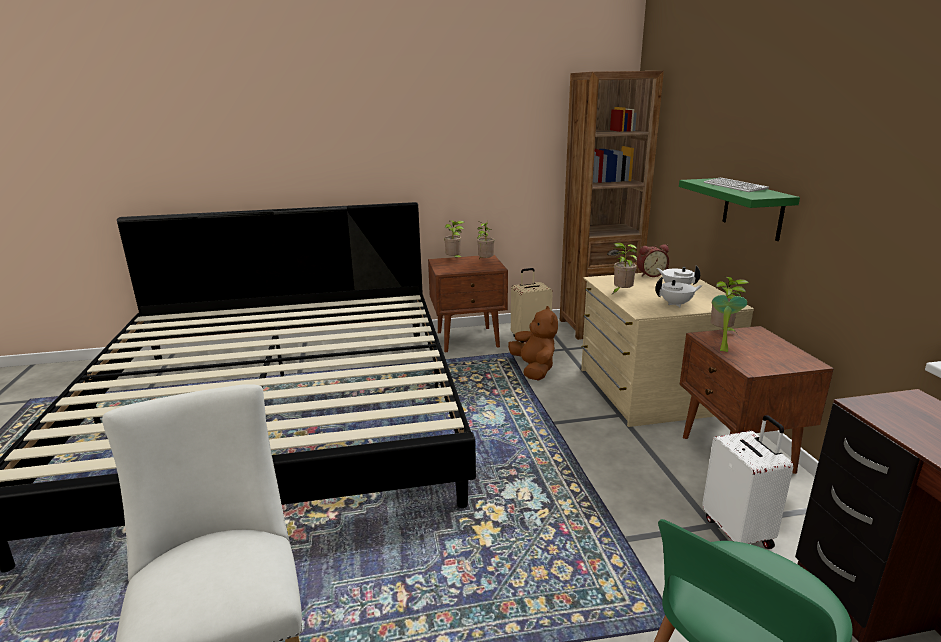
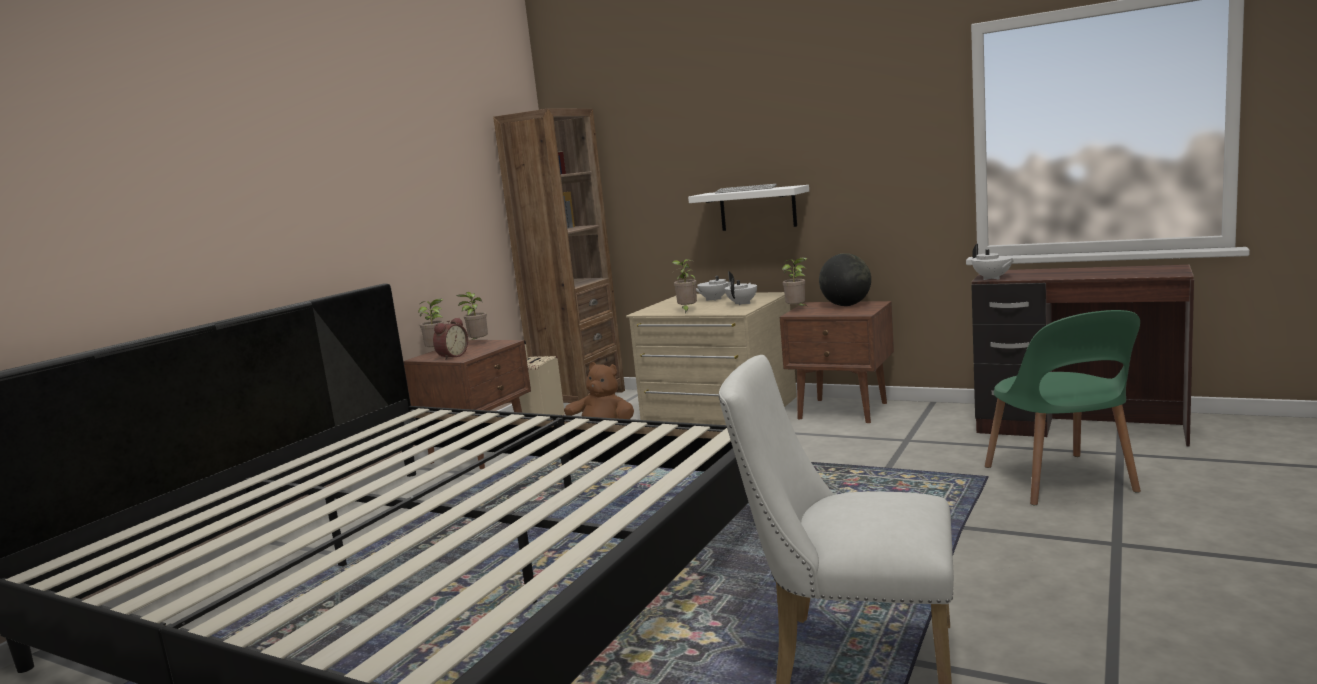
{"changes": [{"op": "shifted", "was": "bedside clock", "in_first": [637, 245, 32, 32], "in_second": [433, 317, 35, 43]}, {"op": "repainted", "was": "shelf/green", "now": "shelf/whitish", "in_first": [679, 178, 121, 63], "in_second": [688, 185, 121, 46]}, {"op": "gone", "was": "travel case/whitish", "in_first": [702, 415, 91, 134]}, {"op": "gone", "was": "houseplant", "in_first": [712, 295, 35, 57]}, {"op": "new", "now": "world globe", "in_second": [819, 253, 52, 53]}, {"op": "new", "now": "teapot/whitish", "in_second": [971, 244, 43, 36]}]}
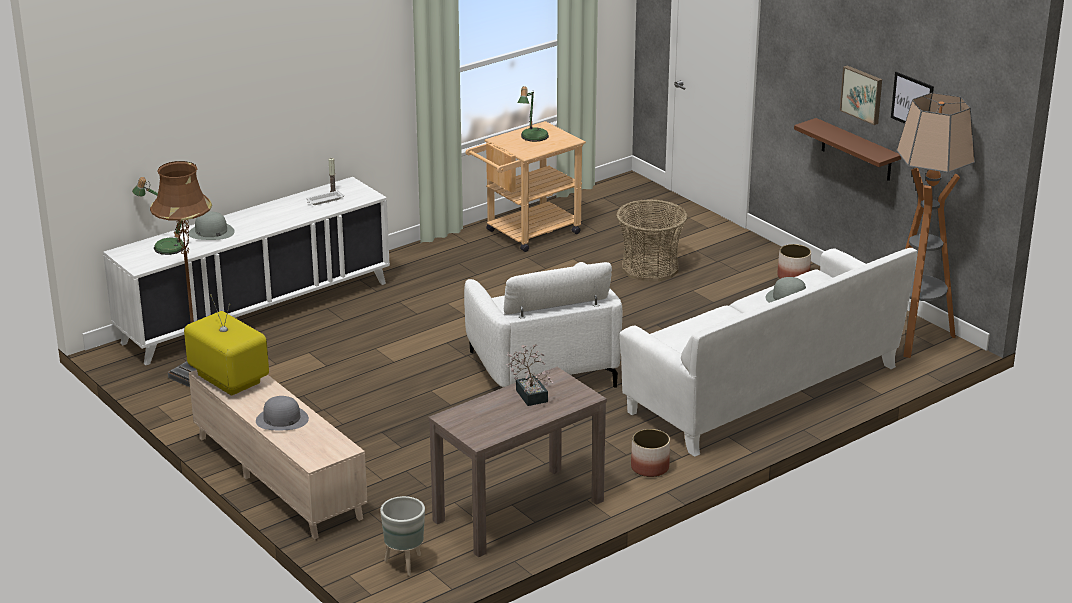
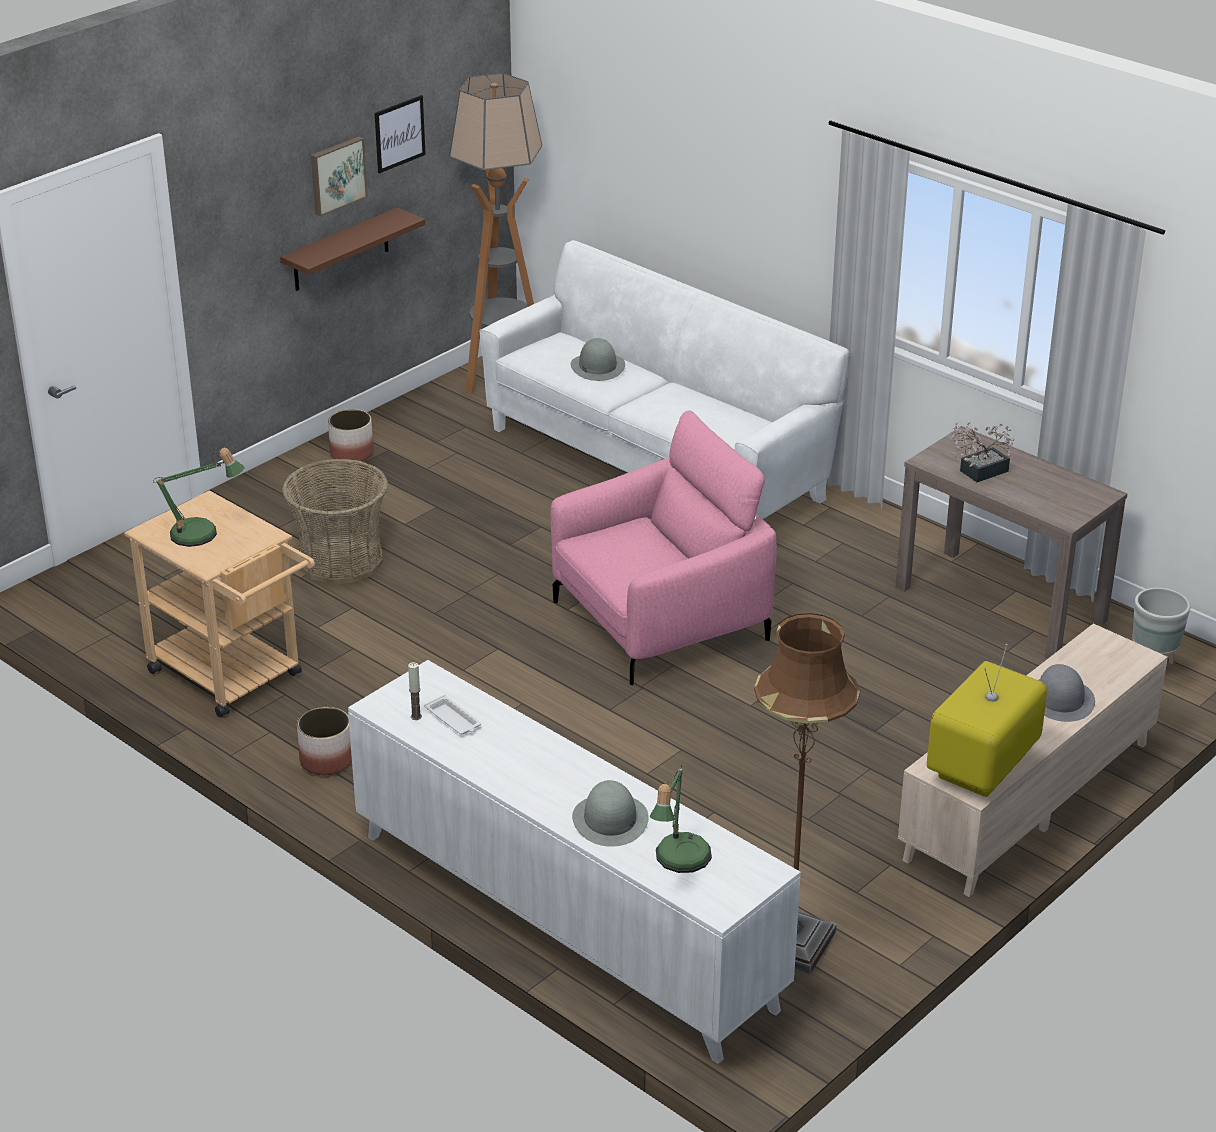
{"changes": [{"op": "repainted", "was": "easy chair/whitish", "now": "easy chair/pinkish", "in_first": [464, 262, 158, 126], "in_second": [550, 410, 227, 275]}, {"op": "shifted", "was": "flower pot", "in_first": [631, 429, 39, 48], "in_second": [297, 707, 55, 68]}]}
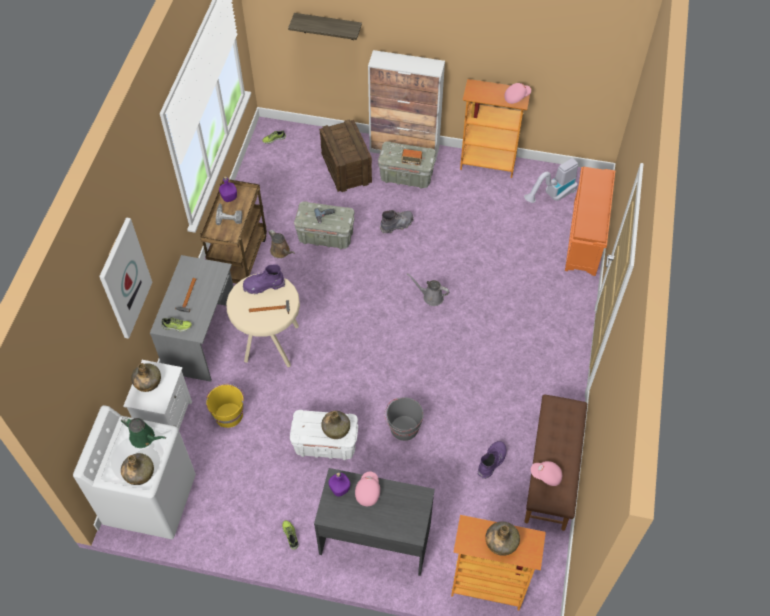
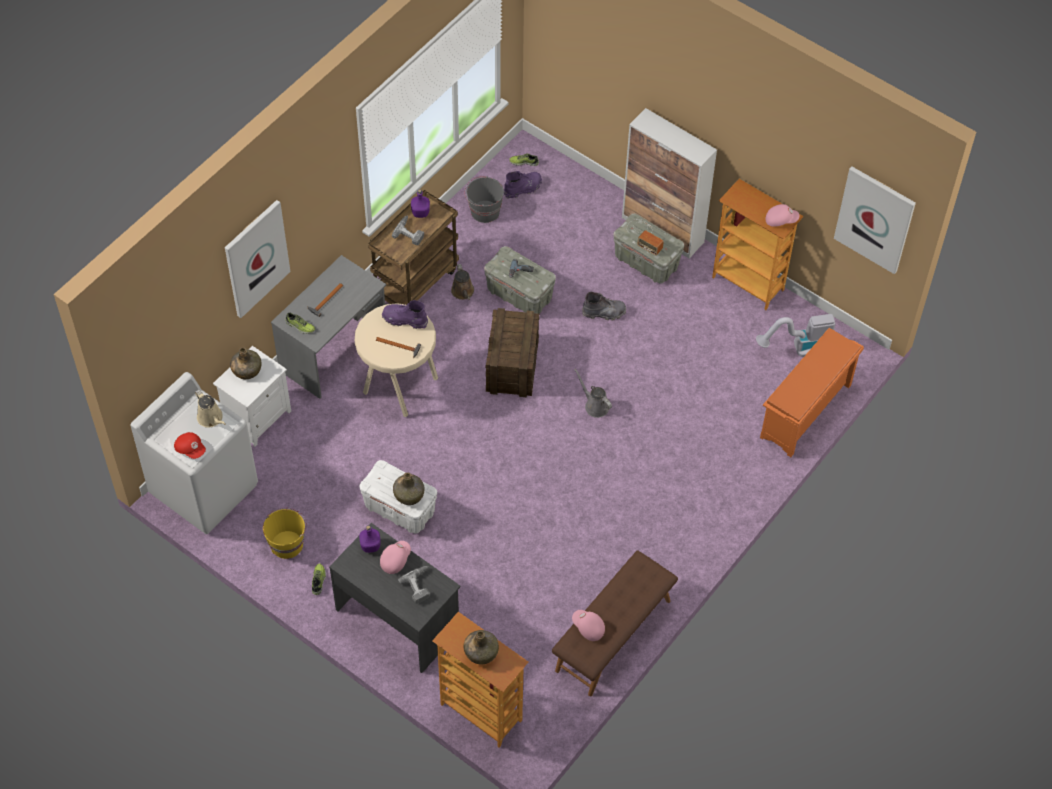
{"changes": [{"op": "repainted", "was": "sprinkling can/green", "now": "sprinkling can/sand-coloured", "in_first": [121, 417, 45, 31], "in_second": [195, 390, 31, 37]}, {"op": "swapped", "was": "drink bottle/green", "now": "cap/reddish", "in_first": [121, 453, 33, 32], "in_second": [174, 432, 32, 27]}, {"op": "shifted", "was": "bucket/yellow", "in_first": [206, 384, 38, 44], "in_second": [263, 508, 44, 51]}, {"op": "gone", "was": "shelf", "in_first": [288, 13, 74, 27]}, {"op": "shifted", "was": "shipping crate", "in_first": [319, 119, 53, 73], "in_second": [486, 308, 53, 89]}, {"op": "shifted", "was": "bucket/greyish", "in_first": [385, 397, 39, 44], "in_second": [465, 176, 39, 47]}, {"op": "shifted", "was": "boot/purple", "in_first": [477, 441, 30, 38], "in_second": [504, 171, 38, 28]}, {"op": "new", "now": "electric drill", "in_second": [398, 566, 32, 38]}, {"op": "new", "now": "picture", "in_second": [834, 167, 82, 107]}]}
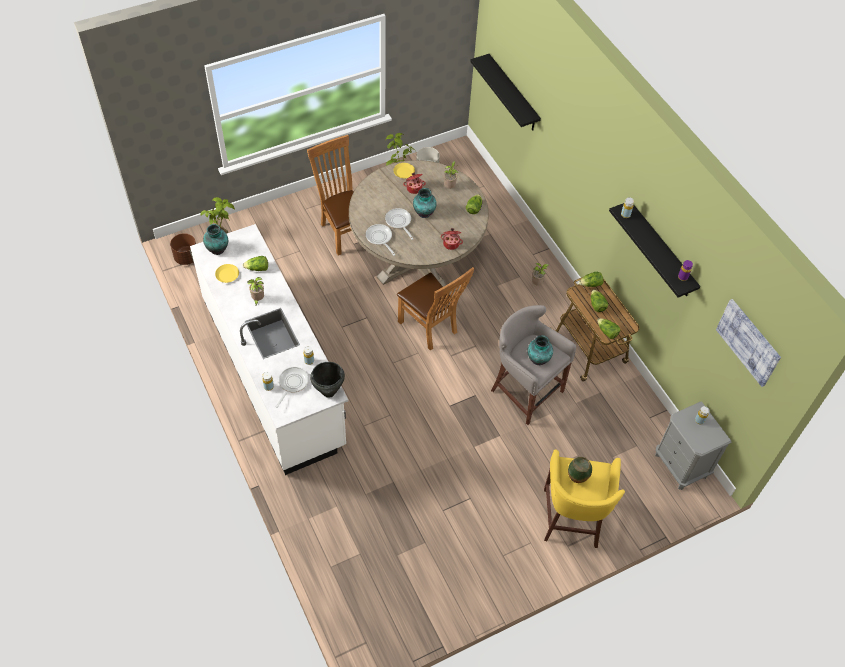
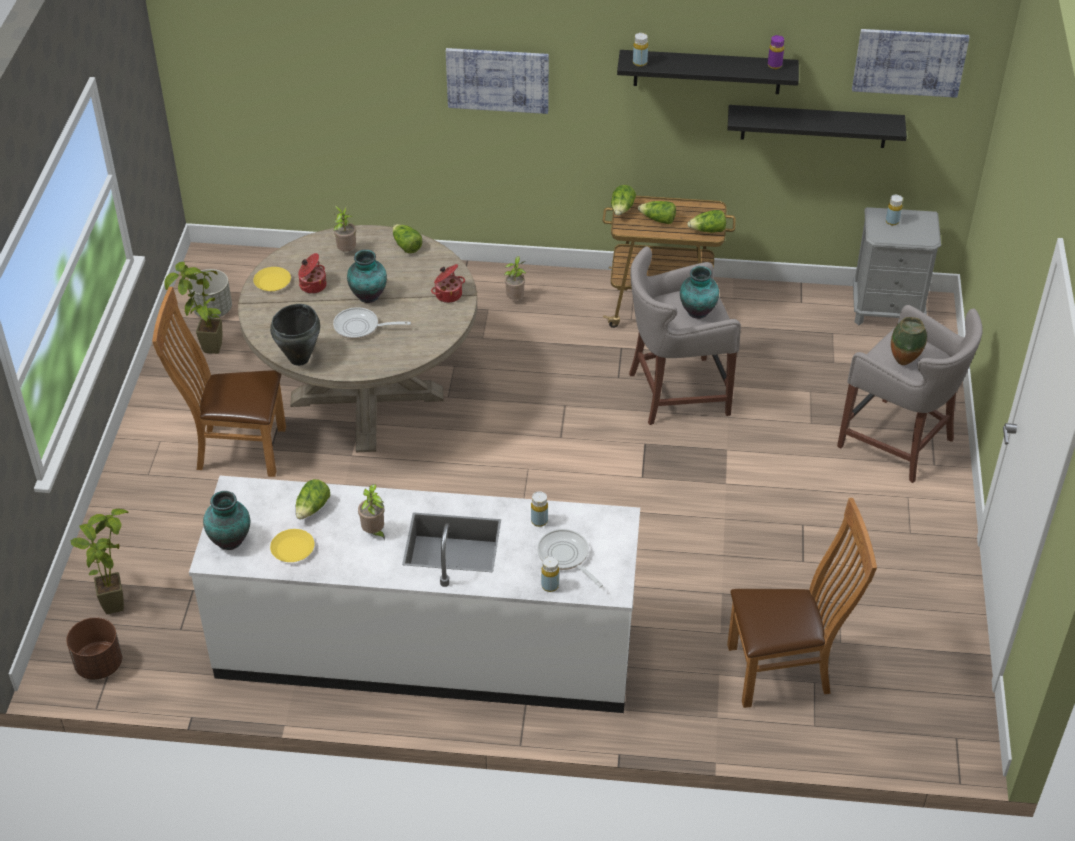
{"changes": [{"op": "shifted", "was": "saucepot/blackish", "in_first": [310, 362, 35, 36], "in_second": [270, 304, 50, 62]}, {"op": "gone", "was": "skillet", "in_first": [366, 224, 29, 32]}, {"op": "shifted", "was": "chair/brown-coloured", "in_first": [397, 267, 78, 83], "in_second": [727, 498, 150, 210]}, {"op": "shifted", "was": "shelf/blackish", "in_first": [470, 54, 71, 77], "in_second": [727, 105, 180, 43]}, {"op": "repainted", "was": "stool/yellow", "now": "stool/greyish", "in_first": [544, 449, 81, 99], "in_second": [837, 305, 146, 178]}, {"op": "new", "now": "picture", "in_second": [446, 48, 103, 66]}]}
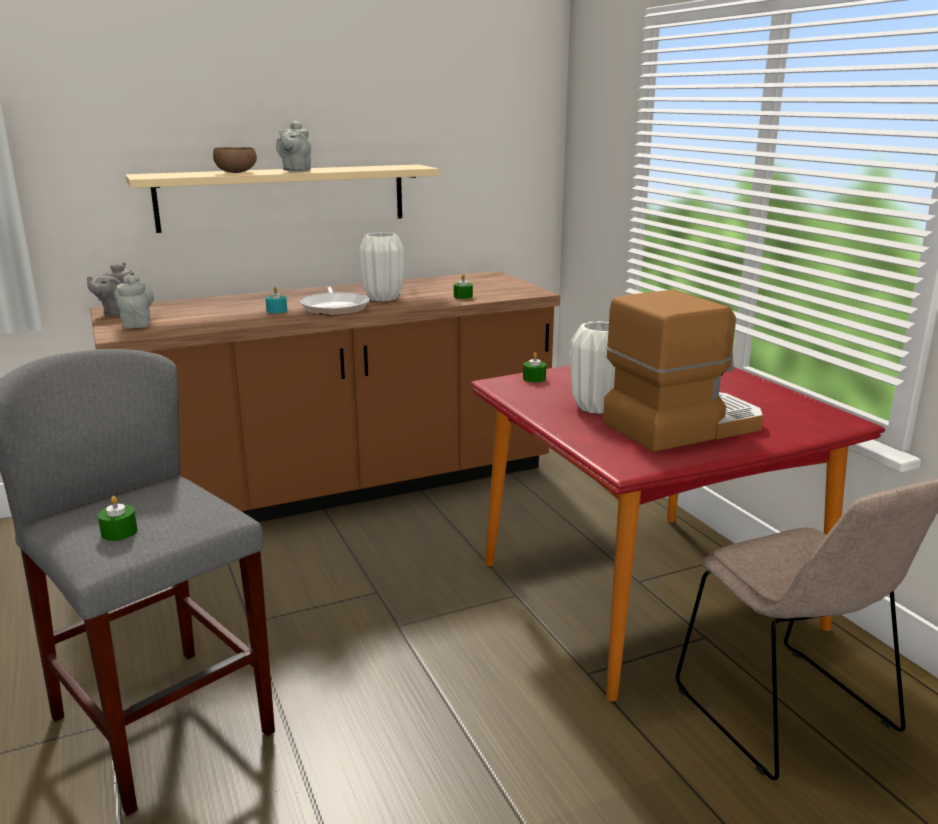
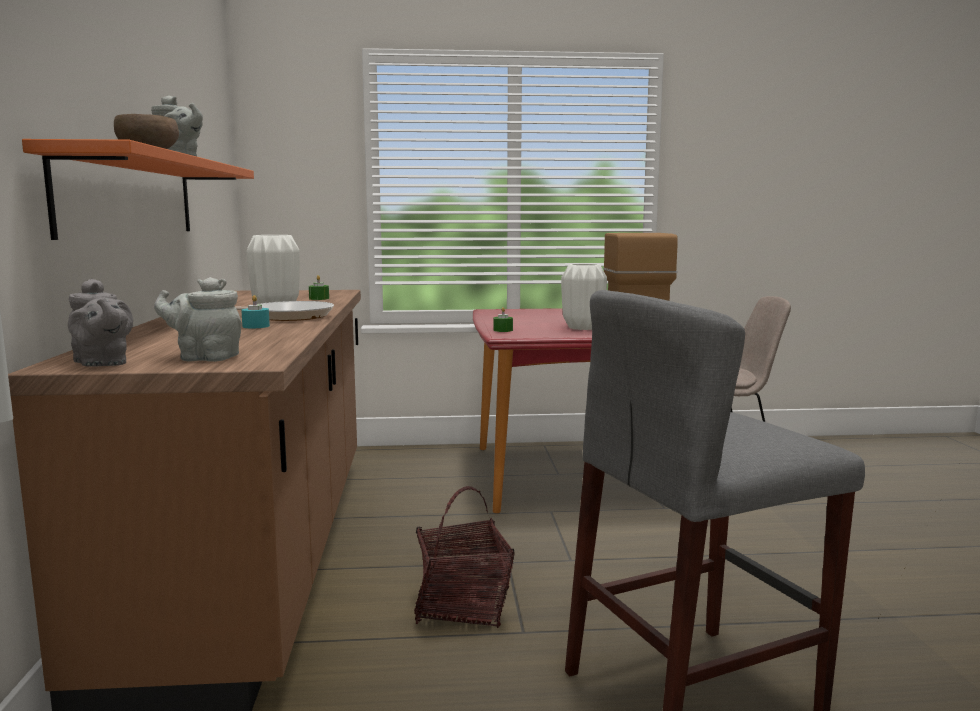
{"changes": [{"op": "gone", "was": "candle/green", "in_first": [98, 496, 40, 45]}, {"op": "repainted", "was": "shelf/sand-coloured", "now": "shelf/orange-coloured", "in_first": [125, 165, 314, 68], "in_second": [22, 139, 232, 101]}, {"op": "new", "now": "household basket", "in_second": [414, 486, 101, 142]}]}
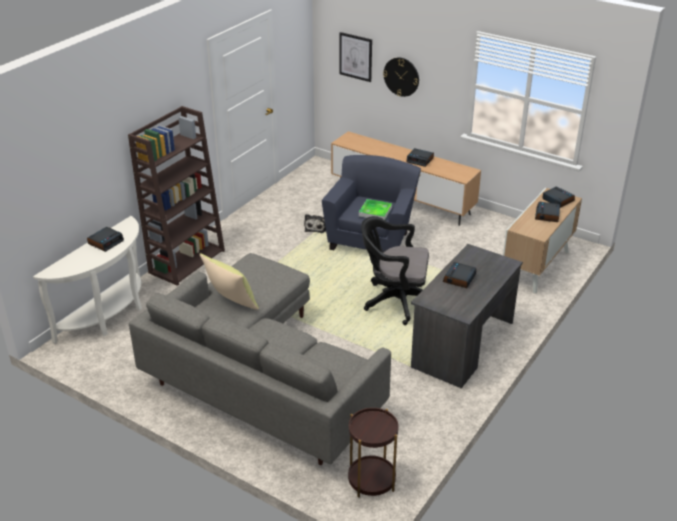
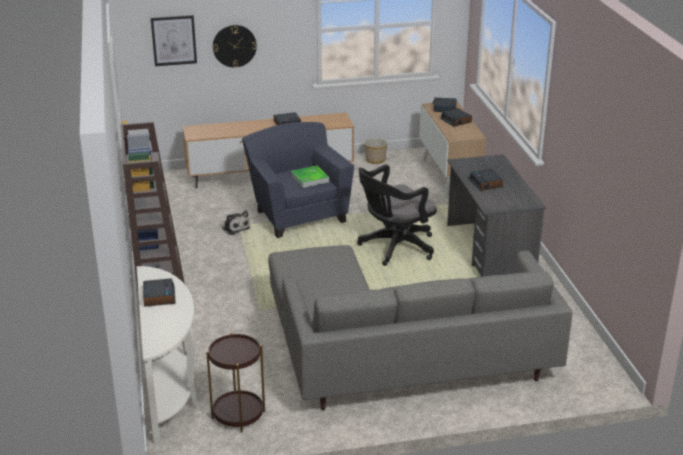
{"changes": [{"op": "gone", "was": "throw pillow/yellow", "in_first": [200, 253, 59, 57]}, {"op": "shifted", "was": "side table/brown-coloured", "in_first": [348, 408, 51, 90], "in_second": [206, 333, 59, 99]}, {"op": "new", "now": "flower pot", "in_second": [365, 138, 22, 26]}]}
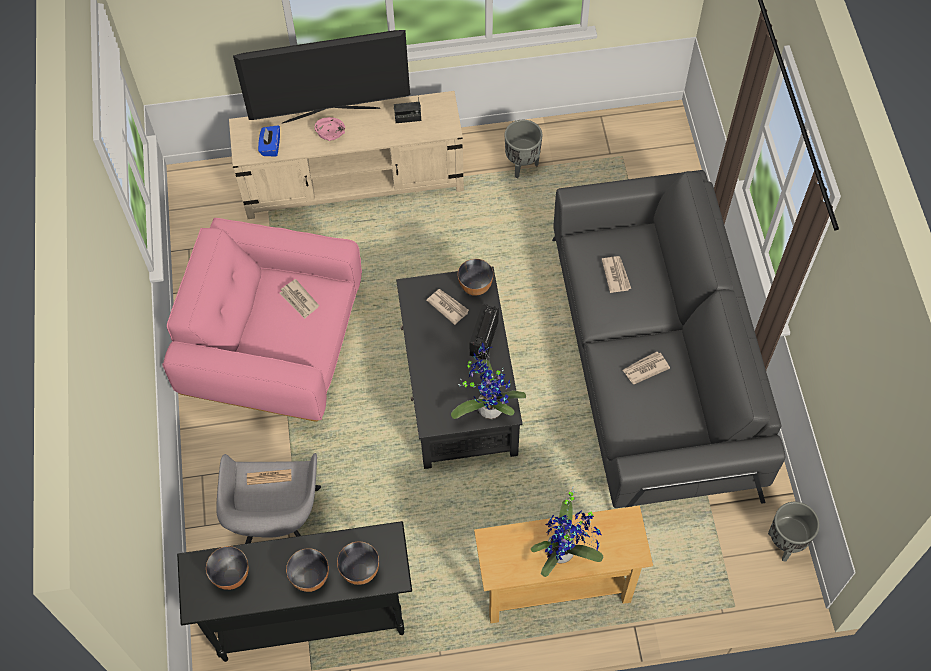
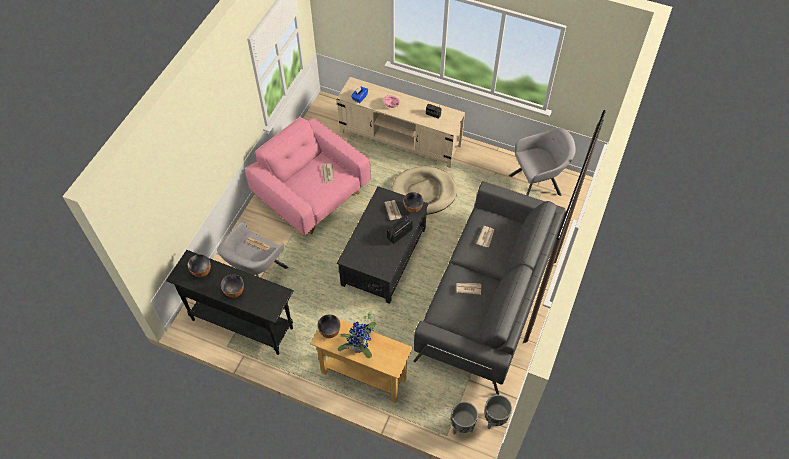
{"changes": [{"op": "gone", "was": "television", "in_first": [233, 30, 177, 93]}, {"op": "shifted", "was": "deep dish", "in_first": [337, 541, 42, 44], "in_second": [317, 314, 23, 24]}, {"op": "gone", "was": "houseplant", "in_first": [451, 343, 75, 76]}, {"op": "shifted", "was": "flower pot/greyish", "in_first": [505, 120, 38, 58], "in_second": [451, 402, 27, 33]}, {"op": "new", "now": "dog bed/sand-coloured", "in_second": [392, 166, 65, 49]}, {"op": "new", "now": "easy chair/greyish", "in_second": [509, 128, 67, 68]}]}
